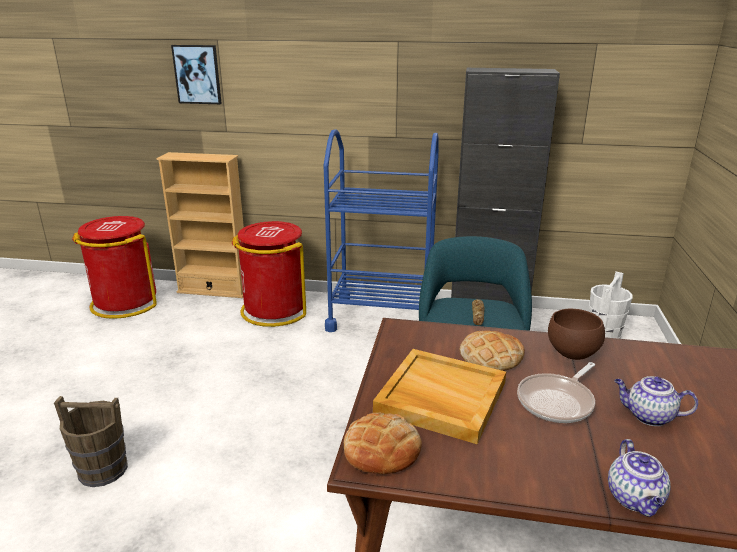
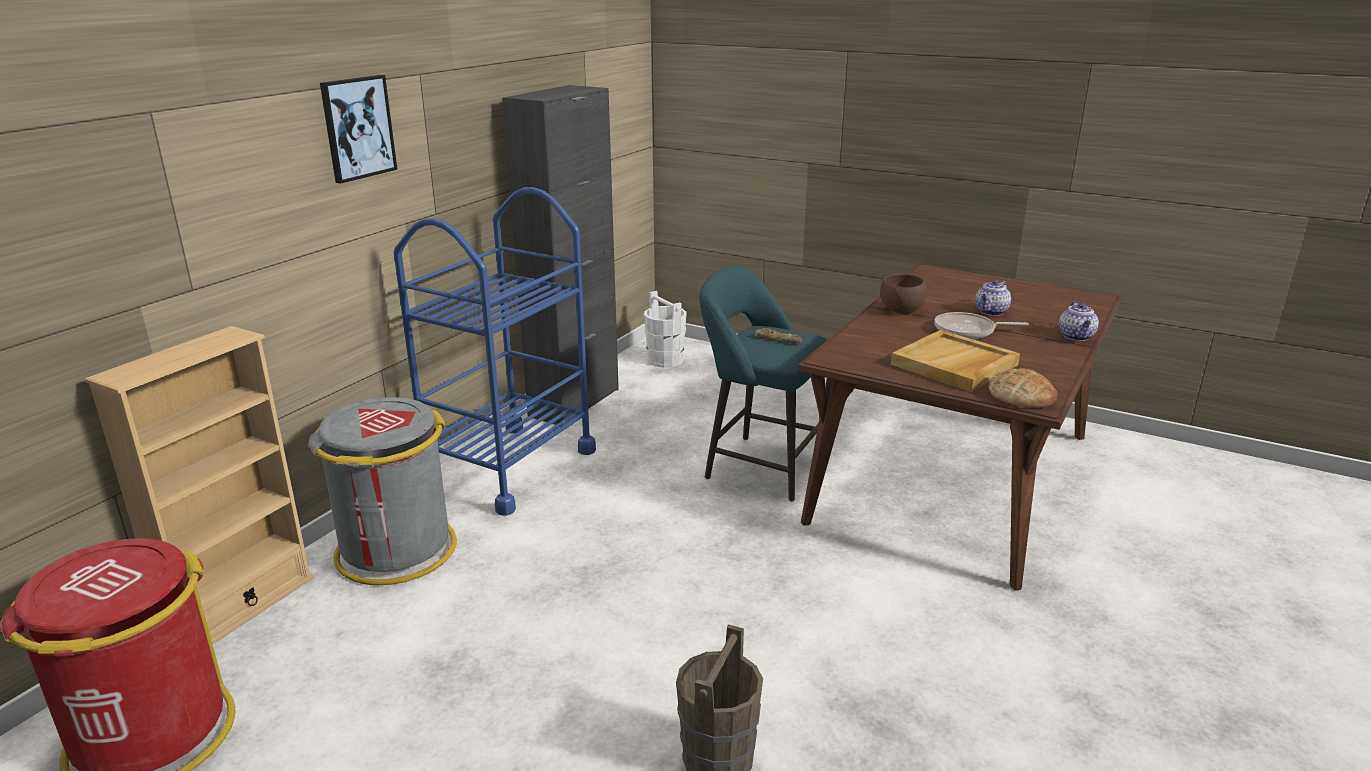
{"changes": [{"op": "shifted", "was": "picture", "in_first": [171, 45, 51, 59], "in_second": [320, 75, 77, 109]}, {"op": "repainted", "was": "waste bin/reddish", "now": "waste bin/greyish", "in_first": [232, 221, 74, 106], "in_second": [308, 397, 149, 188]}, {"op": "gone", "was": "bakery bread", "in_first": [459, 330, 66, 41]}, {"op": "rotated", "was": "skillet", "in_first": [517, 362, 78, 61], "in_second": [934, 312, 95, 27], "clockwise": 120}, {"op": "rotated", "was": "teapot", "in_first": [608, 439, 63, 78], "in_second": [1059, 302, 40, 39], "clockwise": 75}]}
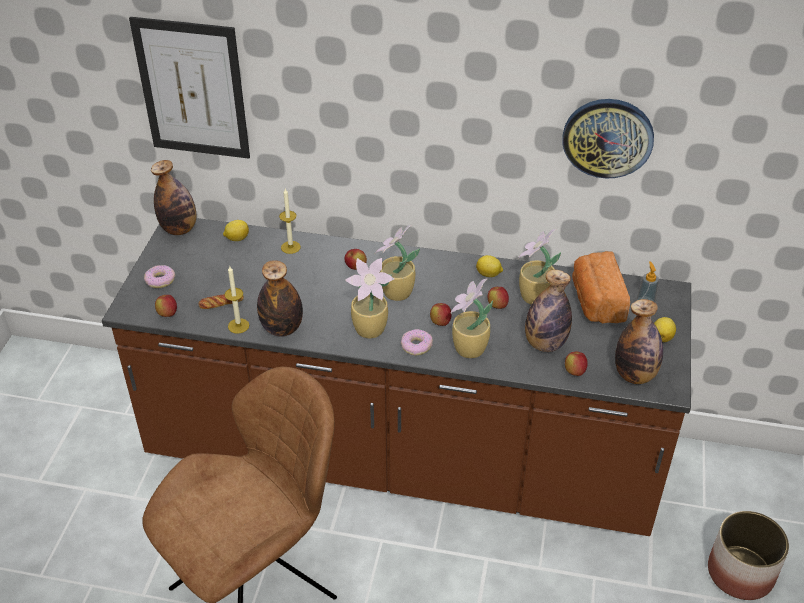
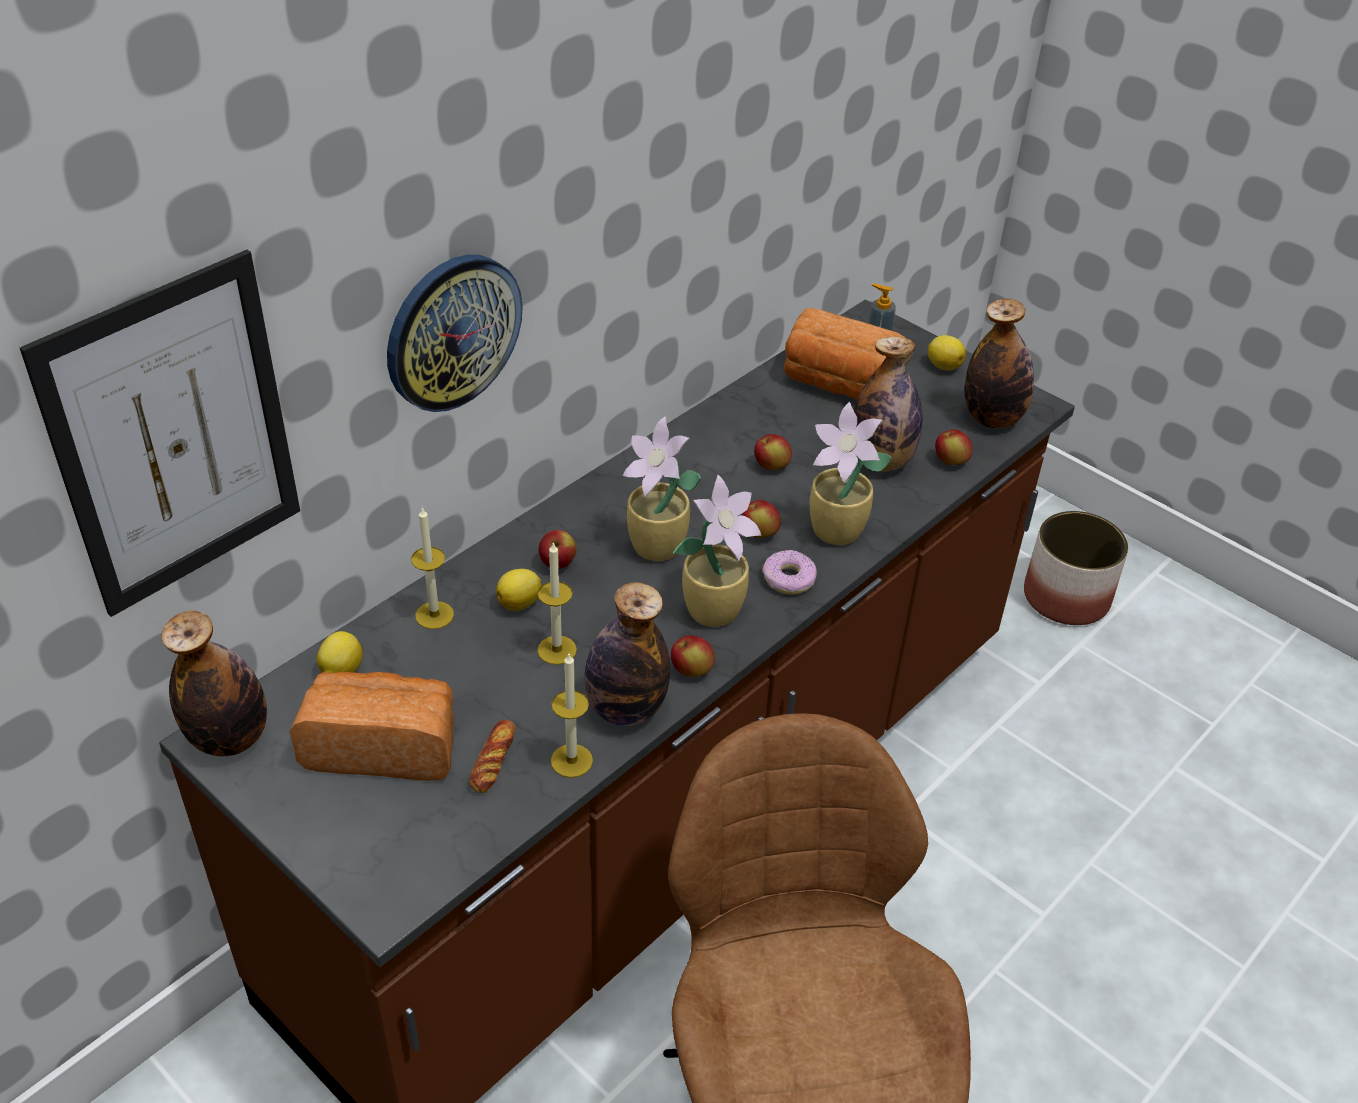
{"changes": [{"op": "gone", "was": "doughnut", "in_first": [144, 265, 31, 23]}, {"op": "shifted", "was": "apple fruit", "in_first": [155, 295, 22, 22], "in_second": [671, 635, 44, 42]}, {"op": "shifted", "was": "citrus fruit", "in_first": [476, 255, 27, 22], "in_second": [496, 569, 46, 42]}, {"op": "gone", "was": "houseplant", "in_first": [518, 229, 43, 76]}, {"op": "shifted", "was": "hanging clock", "in_first": [562, 99, 92, 80], "in_second": [387, 255, 136, 157]}, {"op": "new", "now": "bakery bread", "in_second": [289, 671, 166, 110]}, {"op": "new", "now": "candle", "in_second": [537, 542, 40, 123]}]}
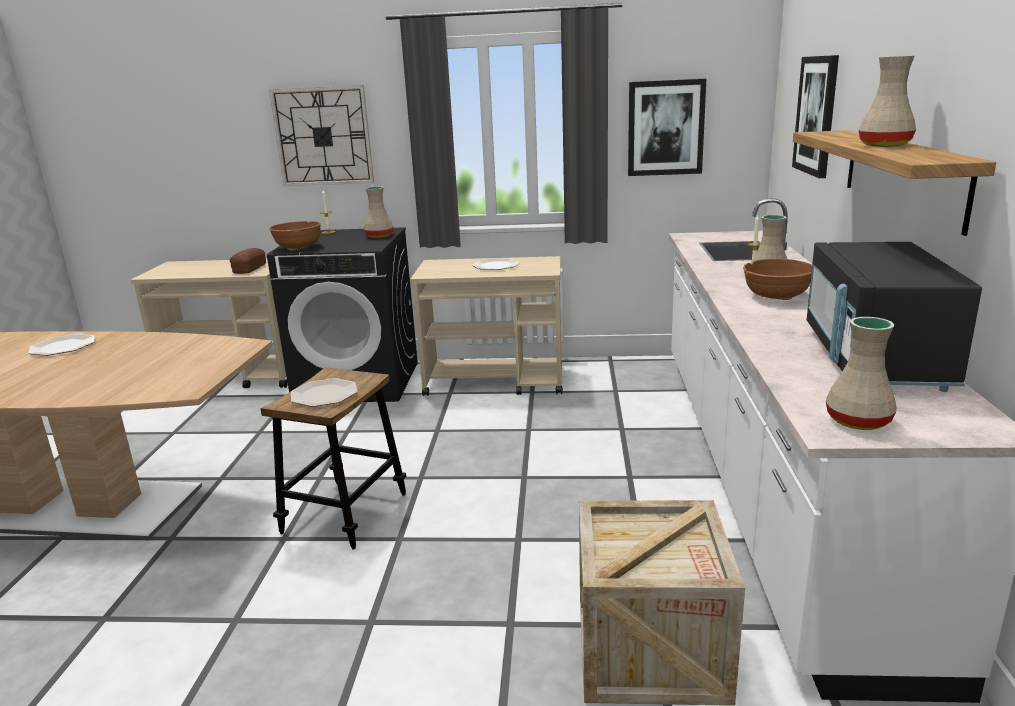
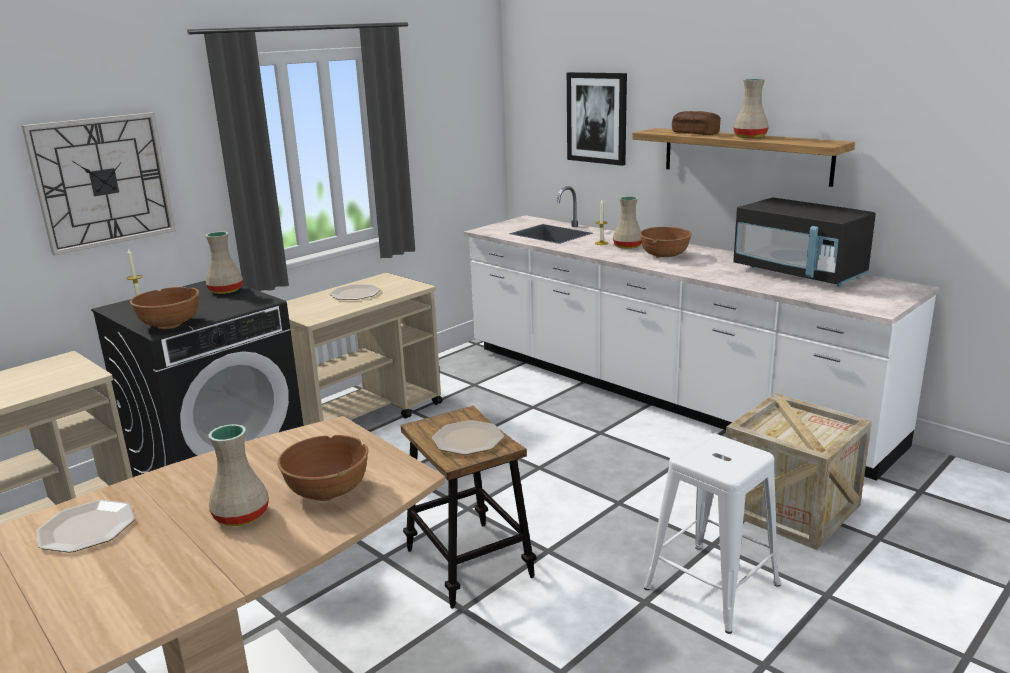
{"changes": [{"op": "shifted", "was": "bakery bread", "in_first": [230, 248, 36, 26], "in_second": [672, 111, 49, 24]}, {"op": "gone", "was": "picture", "in_first": [628, 79, 78, 97]}, {"op": "shifted", "was": "decorative vase/sand-coloured", "in_first": [826, 317, 70, 113], "in_second": [208, 424, 61, 102]}, {"op": "new", "now": "deep dish/brown-coloured", "in_second": [277, 435, 91, 66]}, {"op": "new", "now": "stool/whitish", "in_second": [644, 433, 137, 201]}]}
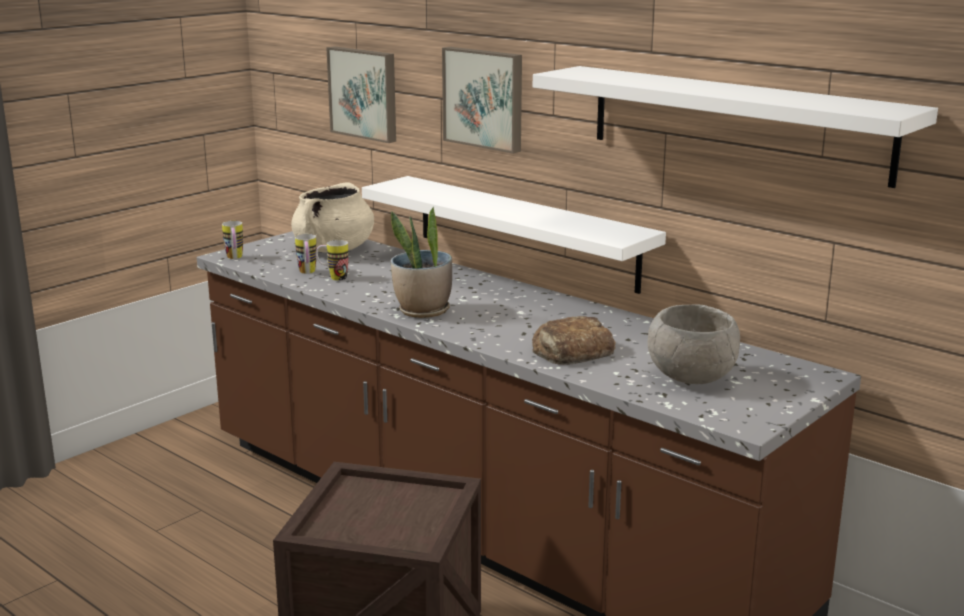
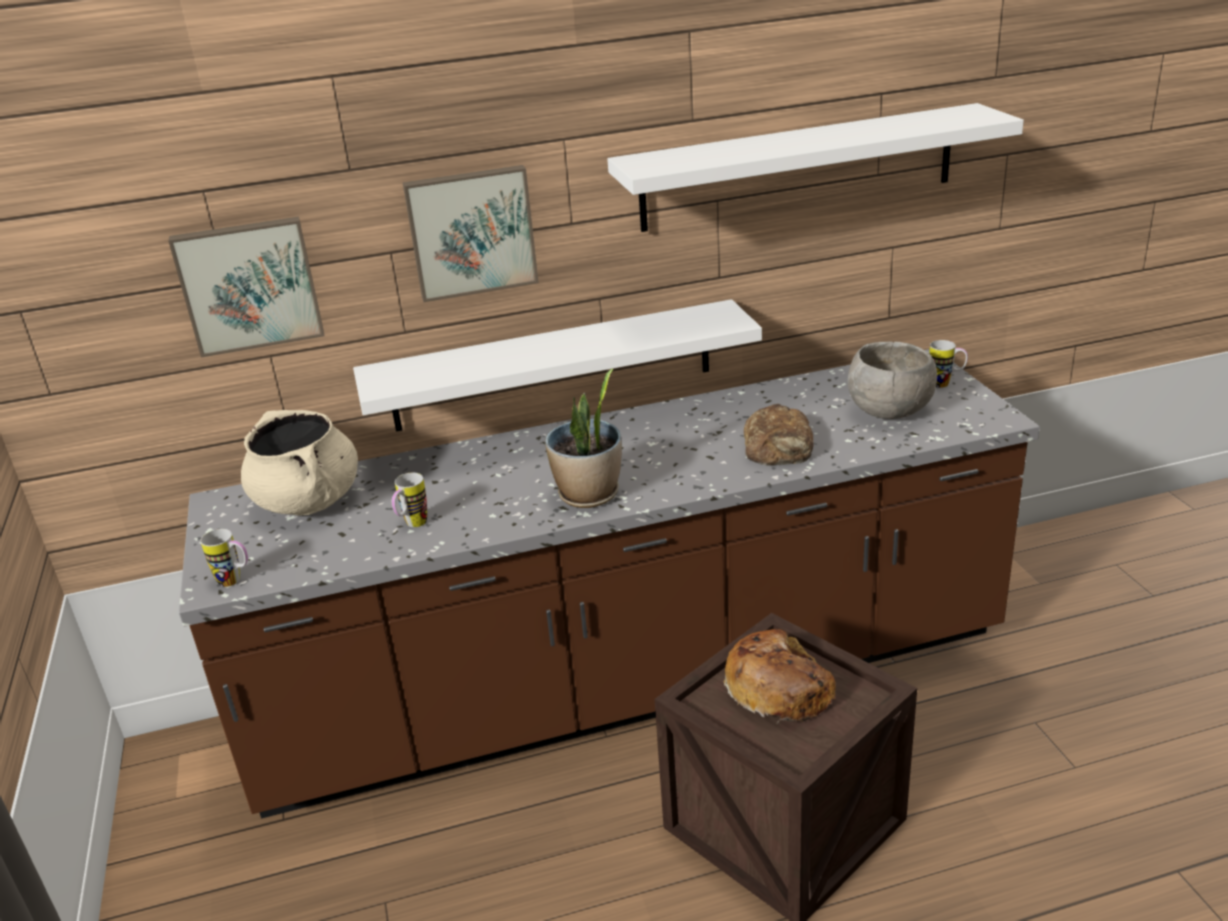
{"changes": [{"op": "shifted", "was": "coffee mug", "in_first": [295, 234, 21, 40], "in_second": [929, 340, 39, 48]}, {"op": "new", "now": "bakery bread", "in_second": [723, 629, 113, 95]}]}
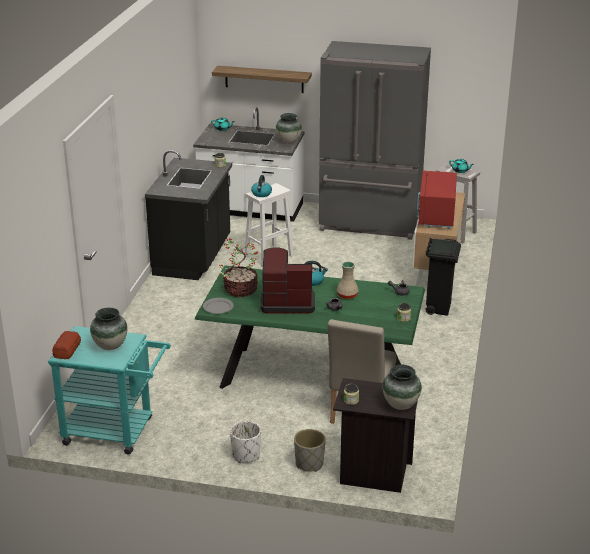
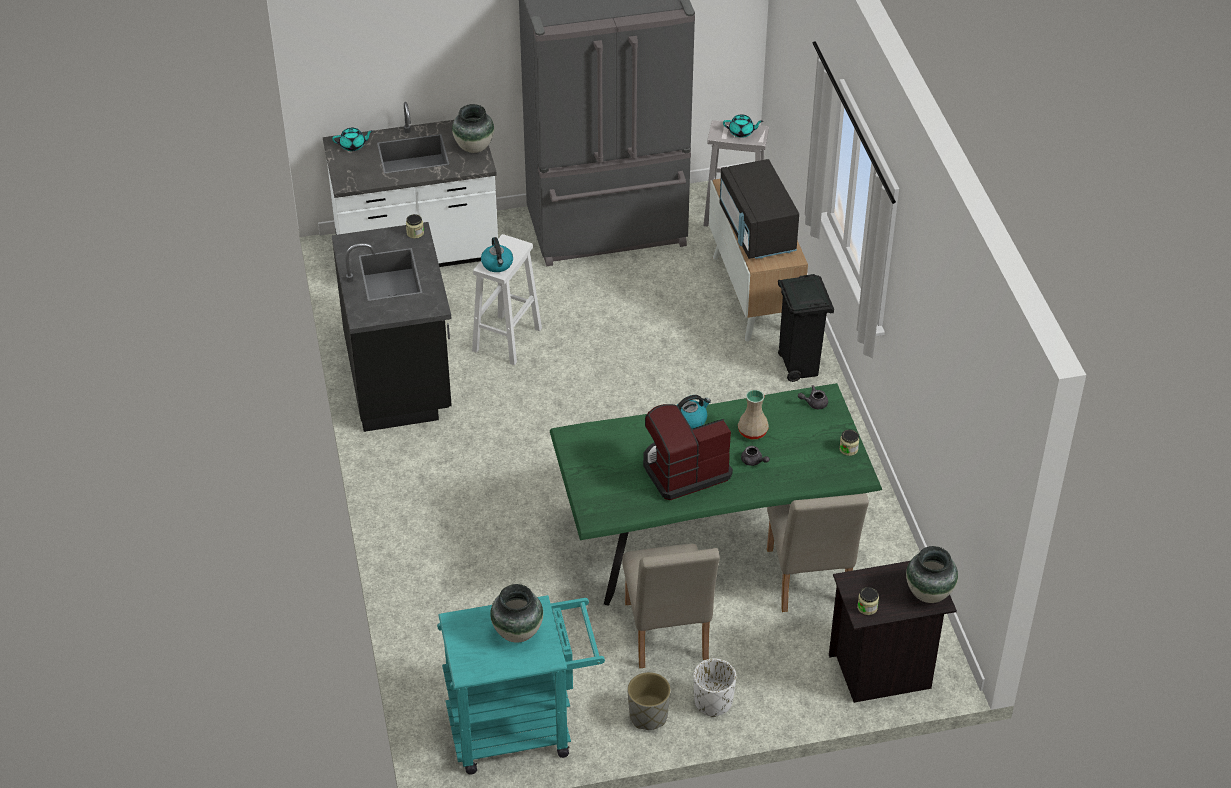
{"changes": [{"op": "gone", "was": "bakery bread", "in_first": [52, 331, 29, 28]}, {"op": "gone", "was": "dinner plate/greyish", "in_first": [203, 298, 31, 16]}, {"op": "gone", "was": "shelf", "in_first": [212, 66, 100, 27]}, {"op": "gone", "was": "houseplant", "in_first": [219, 238, 40, 59]}, {"op": "shifted", "was": "flower pot/greyish", "in_first": [294, 429, 32, 43], "in_second": [628, 672, 43, 58]}, {"op": "repainted", "was": "microwave oven/reddish", "now": "microwave oven/blackish", "in_first": [417, 171, 40, 58], "in_second": [720, 159, 79, 100]}, {"op": "new", "now": "chair/sand-coloured", "in_second": [622, 544, 98, 124]}]}
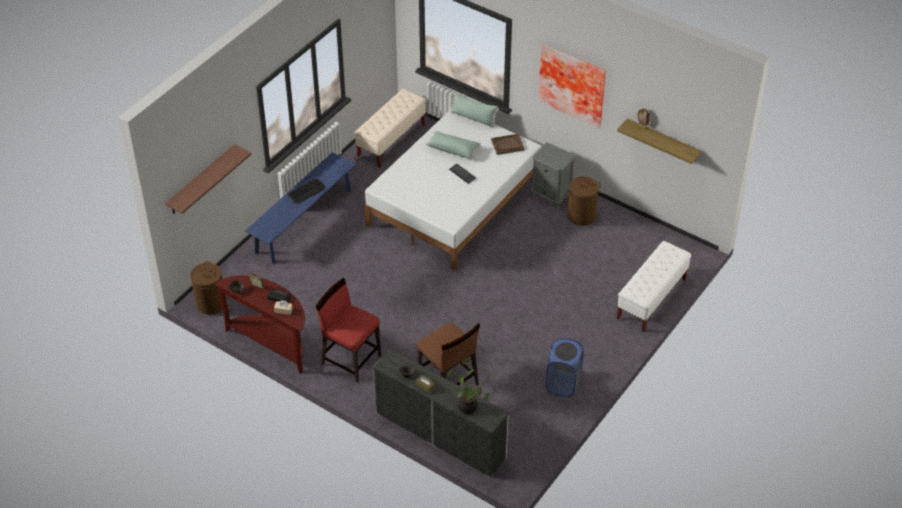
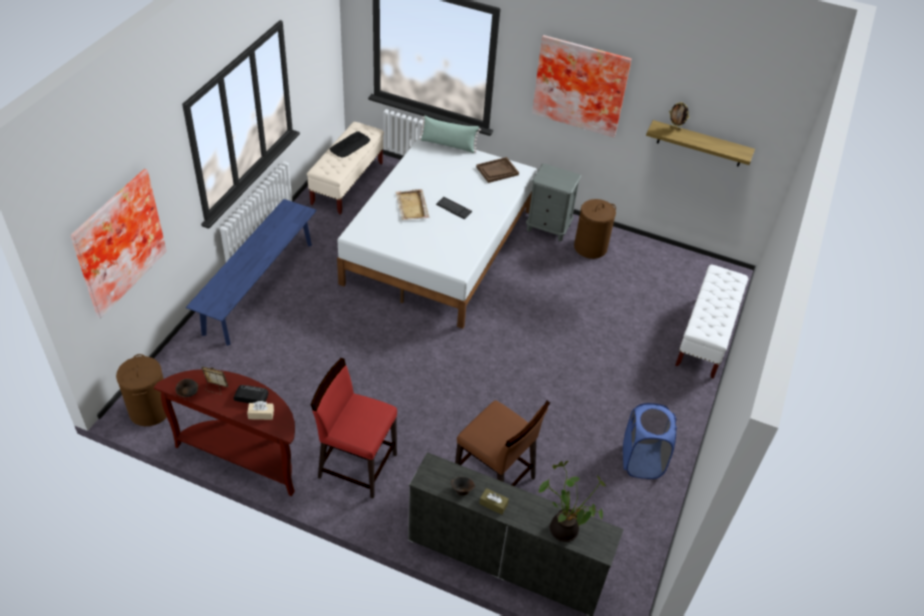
{"changes": [{"op": "swapped", "was": "shelf", "now": "picture", "in_first": [165, 144, 87, 70], "in_second": [70, 169, 97, 149]}, {"op": "shifted", "was": "PC keyboard", "in_first": [288, 179, 37, 24], "in_second": [330, 131, 41, 27]}, {"op": "gone", "was": "throw pillow/green", "in_first": [425, 131, 56, 28]}, {"op": "new", "now": "carrying tray/sand-coloured", "in_second": [395, 189, 35, 31]}]}
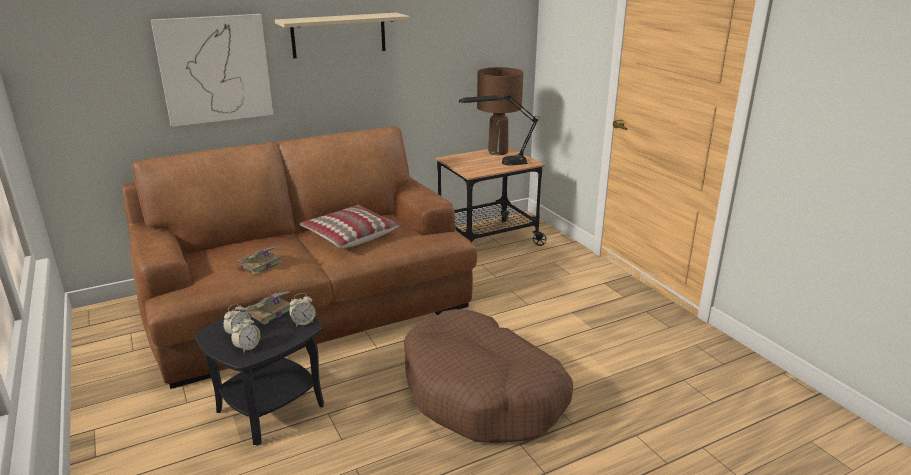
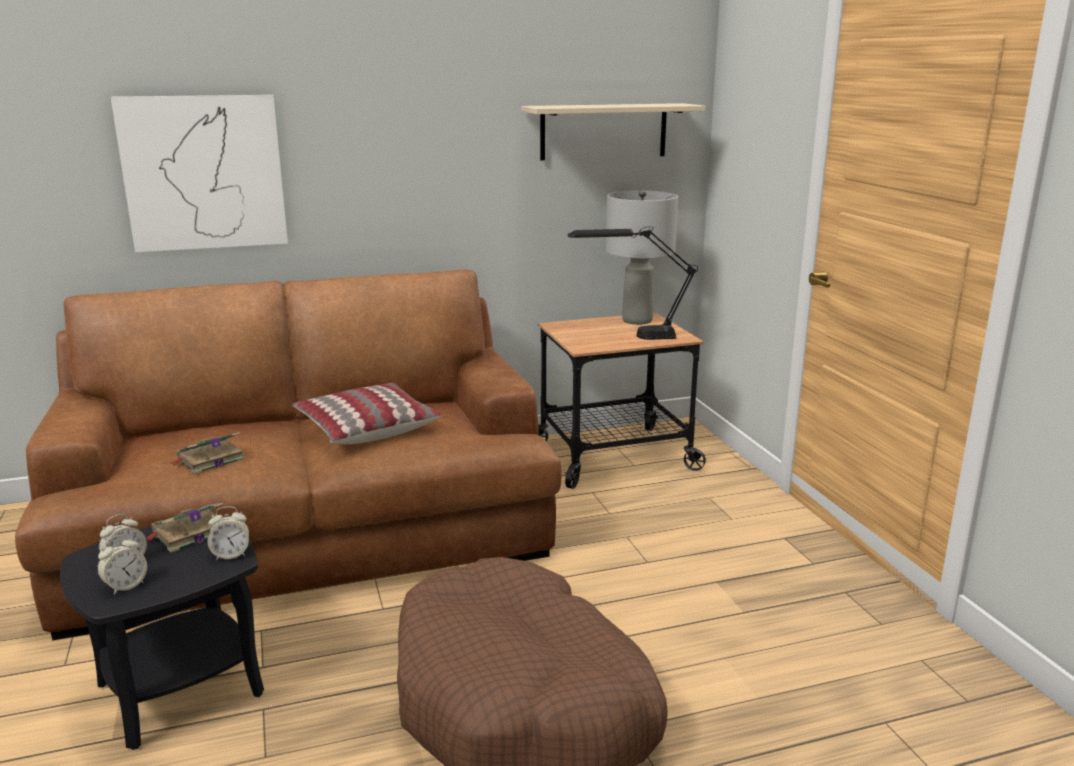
{"changes": [{"op": "shifted", "was": "shelf/sand-coloured", "in_first": [275, 13, 135, 46], "in_second": [521, 103, 185, 57]}, {"op": "repainted", "was": "table lamp/brown-coloured", "now": "table lamp/greyish", "in_first": [477, 67, 46, 88], "in_second": [606, 190, 72, 135]}]}
